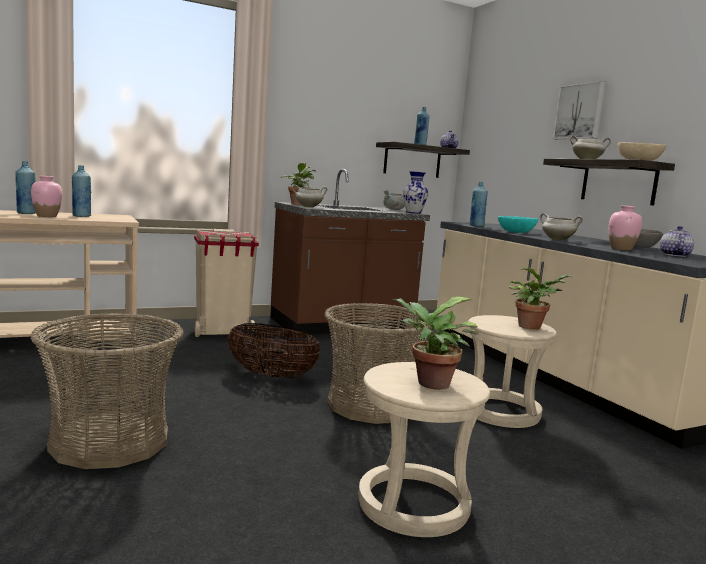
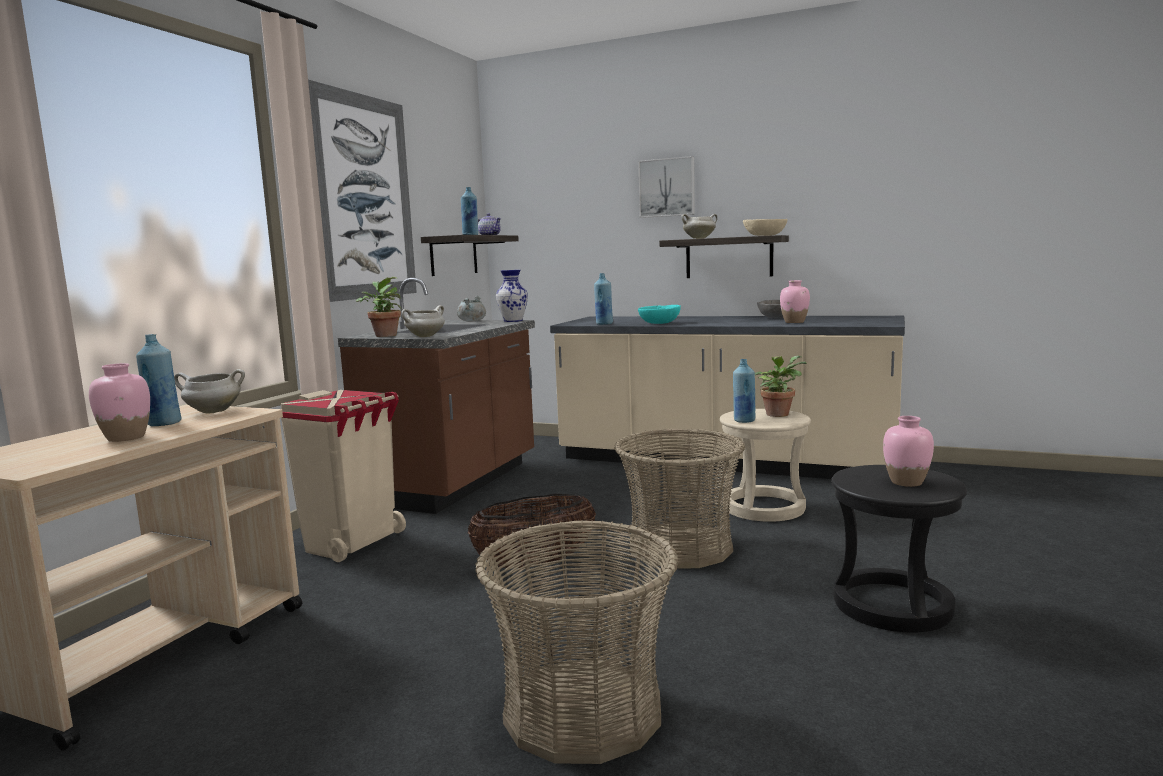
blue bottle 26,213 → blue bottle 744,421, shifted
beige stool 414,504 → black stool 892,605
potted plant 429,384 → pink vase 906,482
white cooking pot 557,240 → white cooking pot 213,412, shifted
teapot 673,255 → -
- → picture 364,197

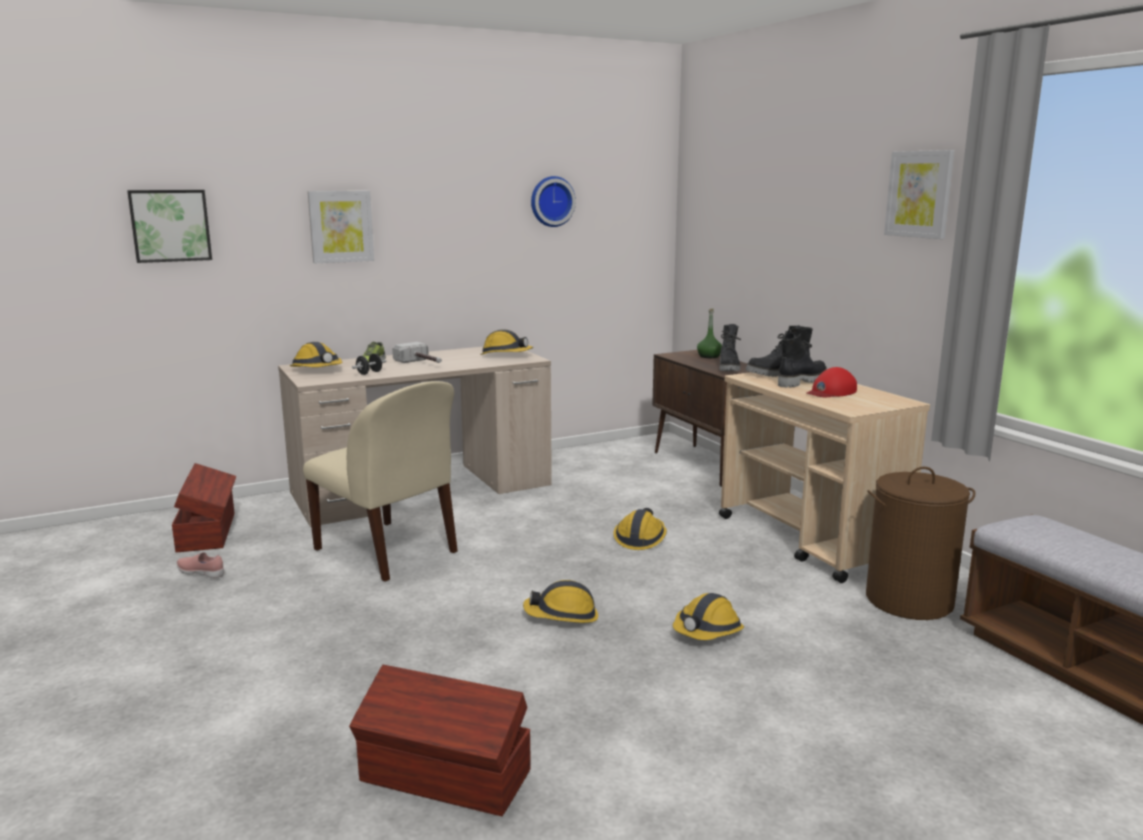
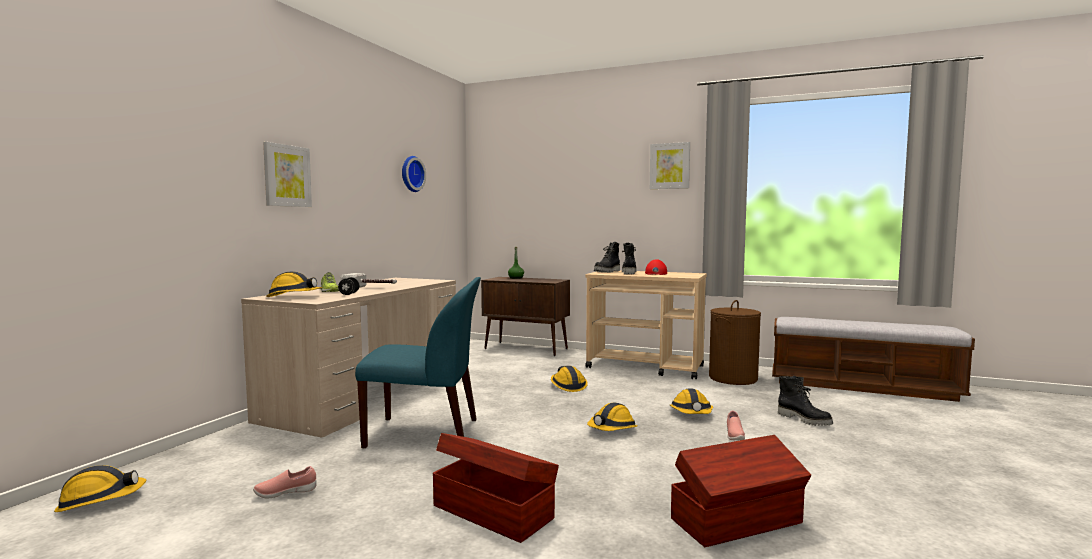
picture 170,225 → -
brown storage box 208,531 → brown storage box 493,511, shifted
beige chair 388,552 → blue chair 425,433
hard hat 506,355 → hard hat 101,500, shifted
black boot 729,368 → black boot 804,420, shifted
- → pink shoe 734,435

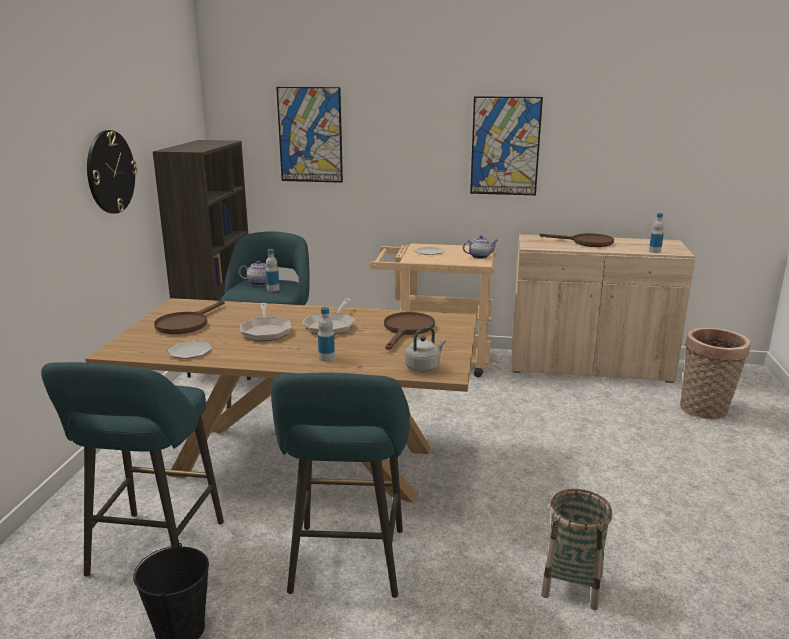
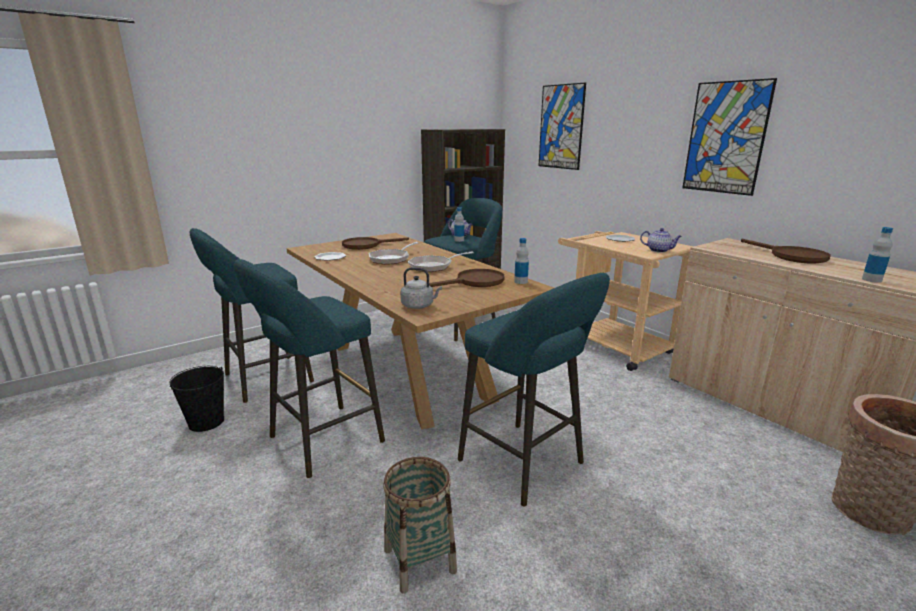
wall clock 110,172 → -
bottle 326,358 → bottle 521,281, shifted
- → turquoise stool 526,465

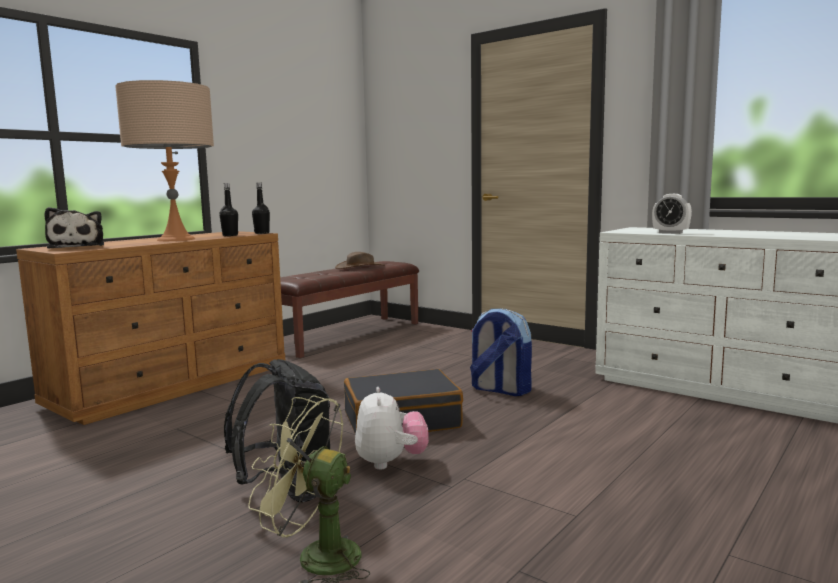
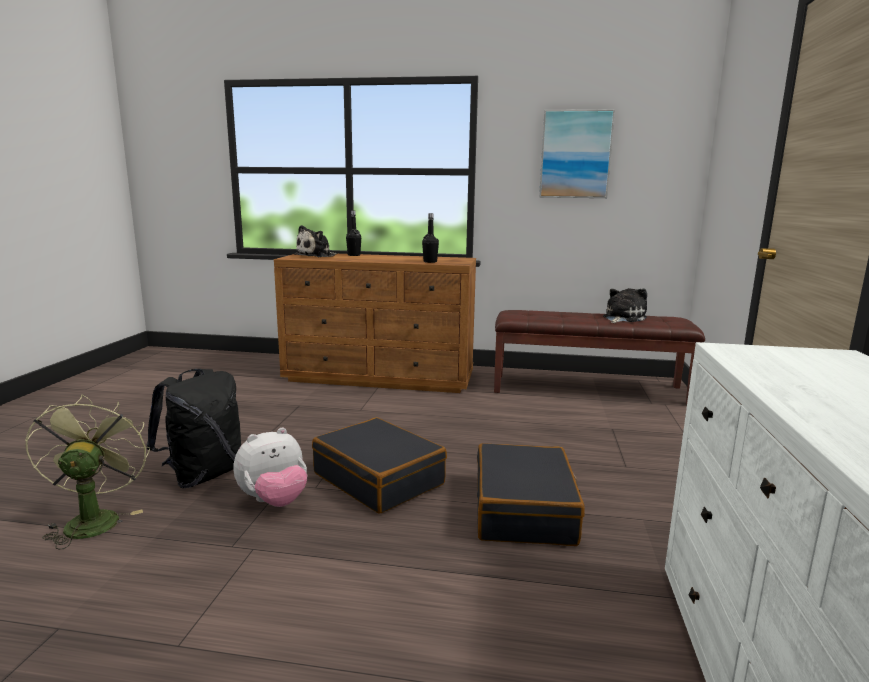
beige table lamp 176,239 → -
black bottle 262,233 → black bottle 354,255, shifted
brown hat 360,267 → plush toy 622,318
backpack 499,390 → black suitcase 524,510
alarm clock 670,233 → -
- → picture 575,154

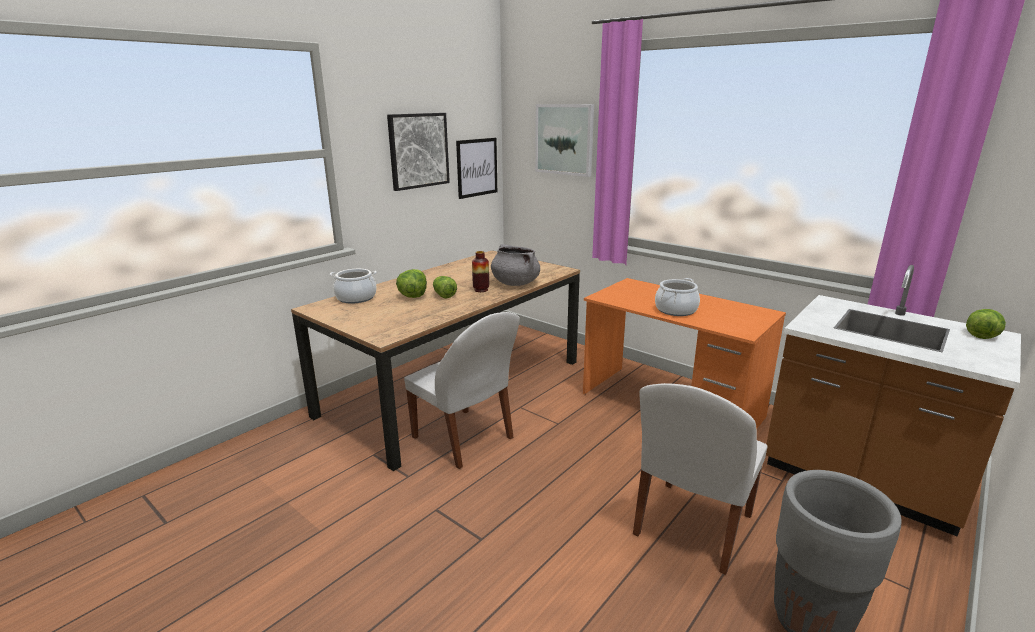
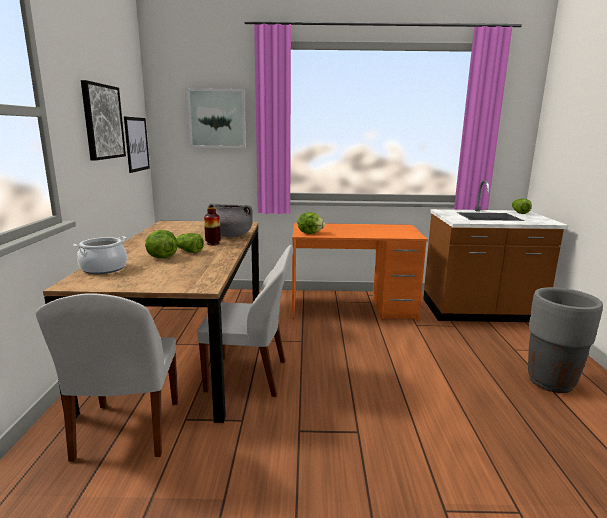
white chair 691,527 → white chair 127,432, shifted
cooking pot 676,310 → -
- → lettuce 310,233

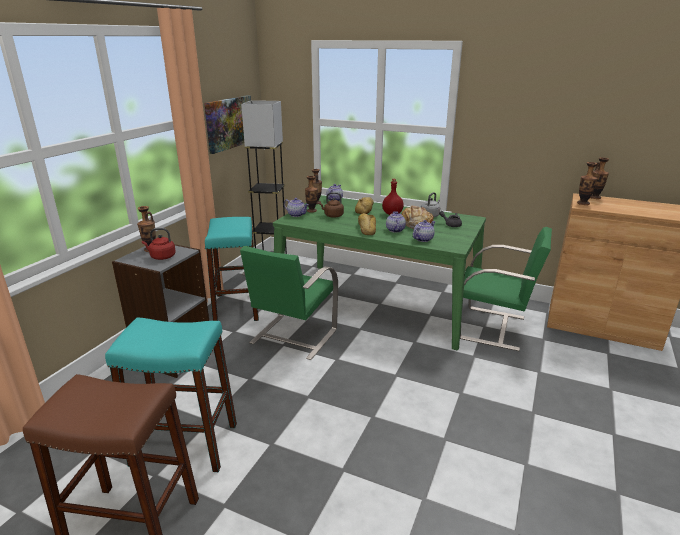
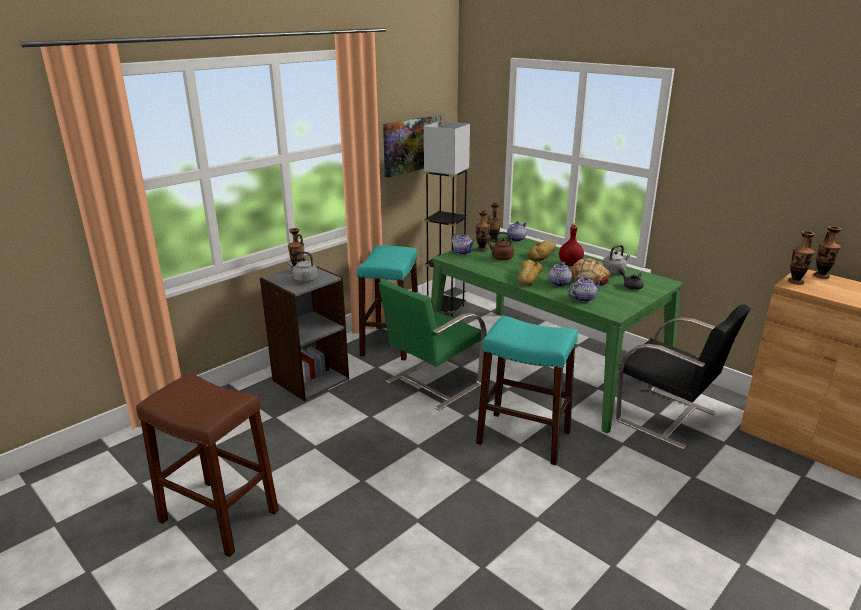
turquoise stool 185,444 → turquoise stool 523,437, shifted
red kettle 161,257 → grey kettle 304,280
green chair 494,328 → black chair 667,418

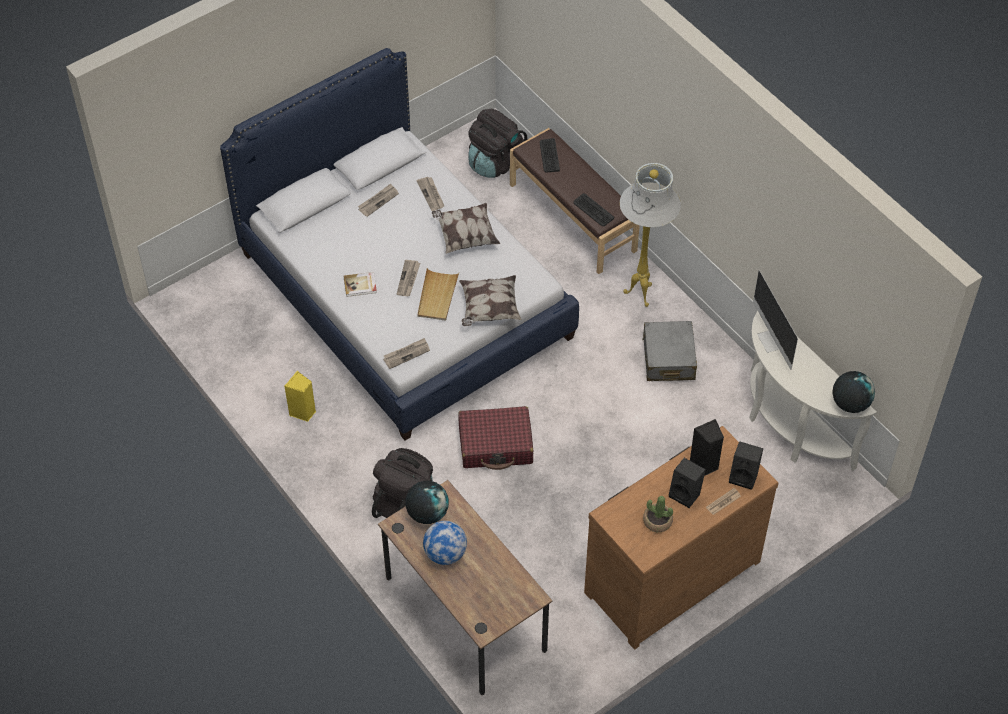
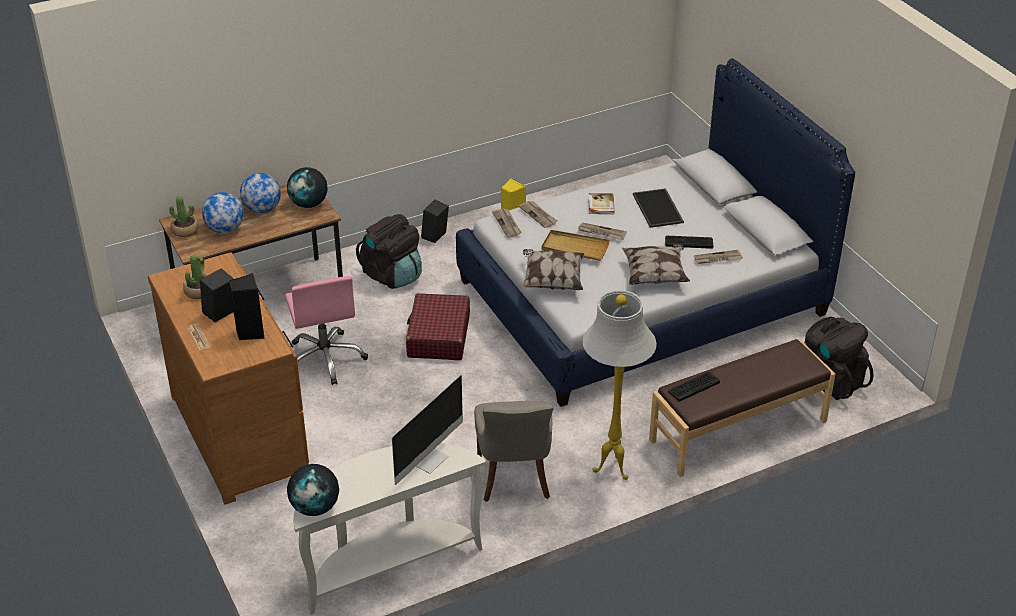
newspaper 378,201 → newspaper 538,215, shifted
keyboard 549,156 → keyboard 689,242, shifted
grey suitcase 668,358 → grey chair 514,478
black speaker 744,476 → black speaker 435,237, shifted
monitor 772,341 → monitor 428,458, 135 degrees clockwise
- → potted plant 185,230
- → globe 225,229
- → pink office chair 325,358
- → tray 659,208

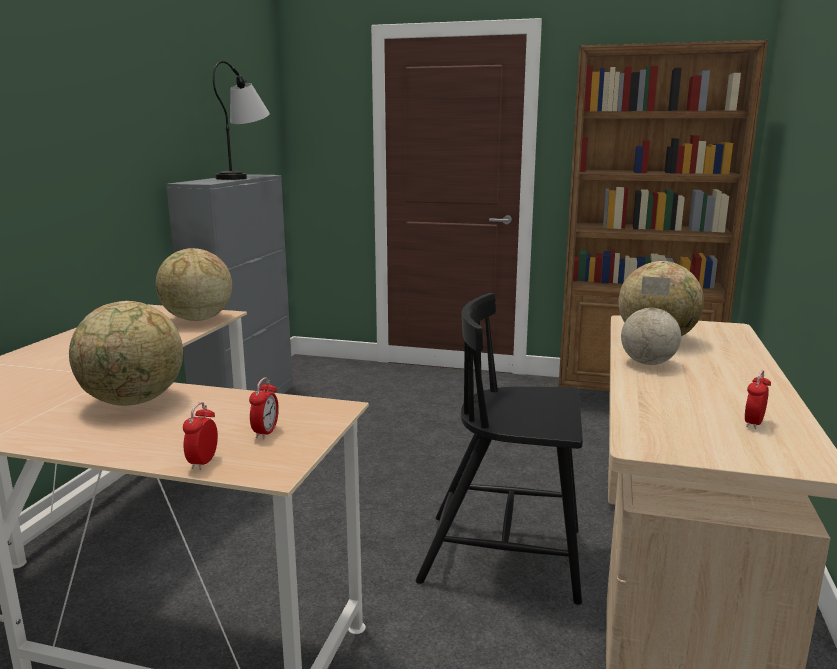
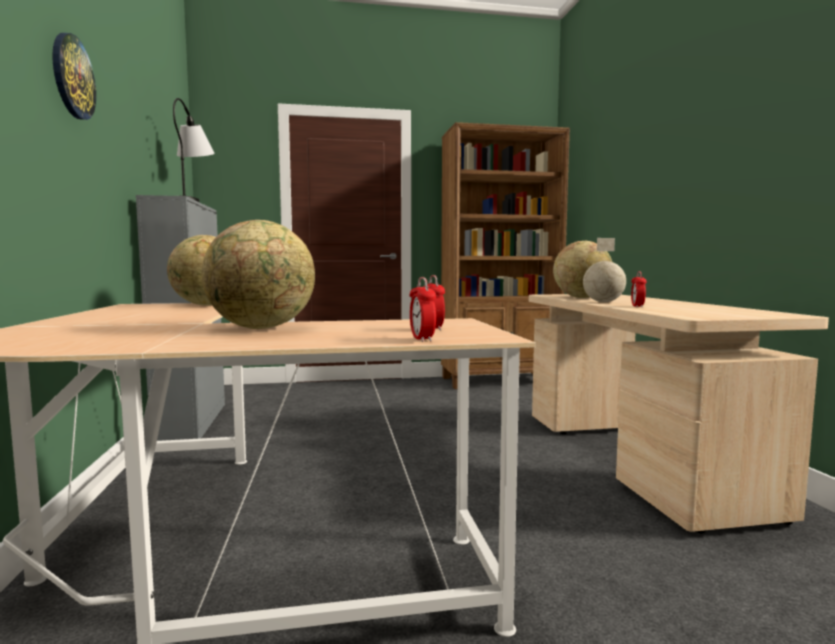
black chair 506,556 → -
alarm clock 753,423 → alarm clock 637,306, shifted
- → wall clock 72,77

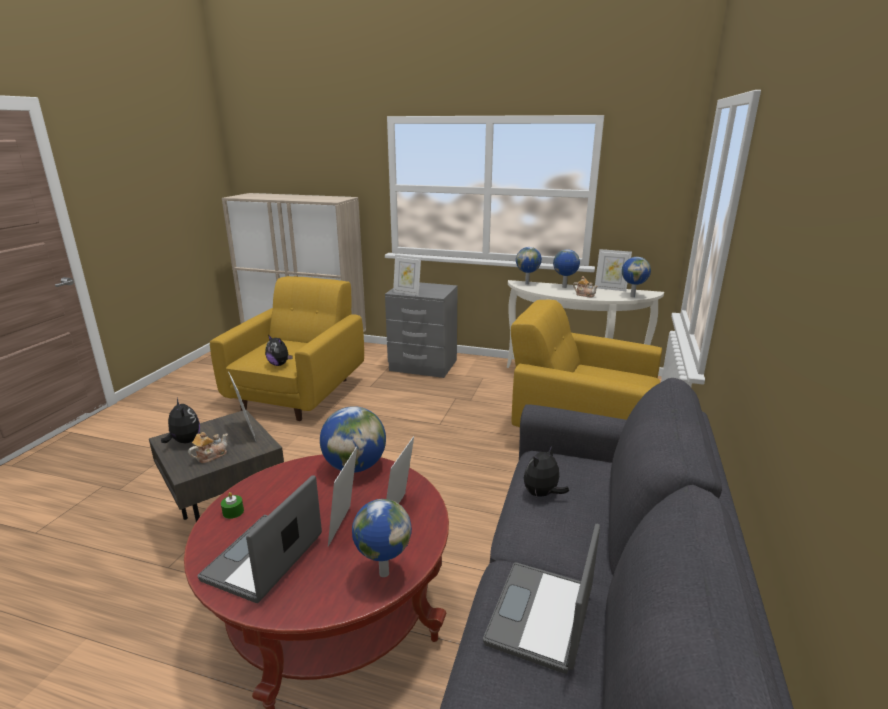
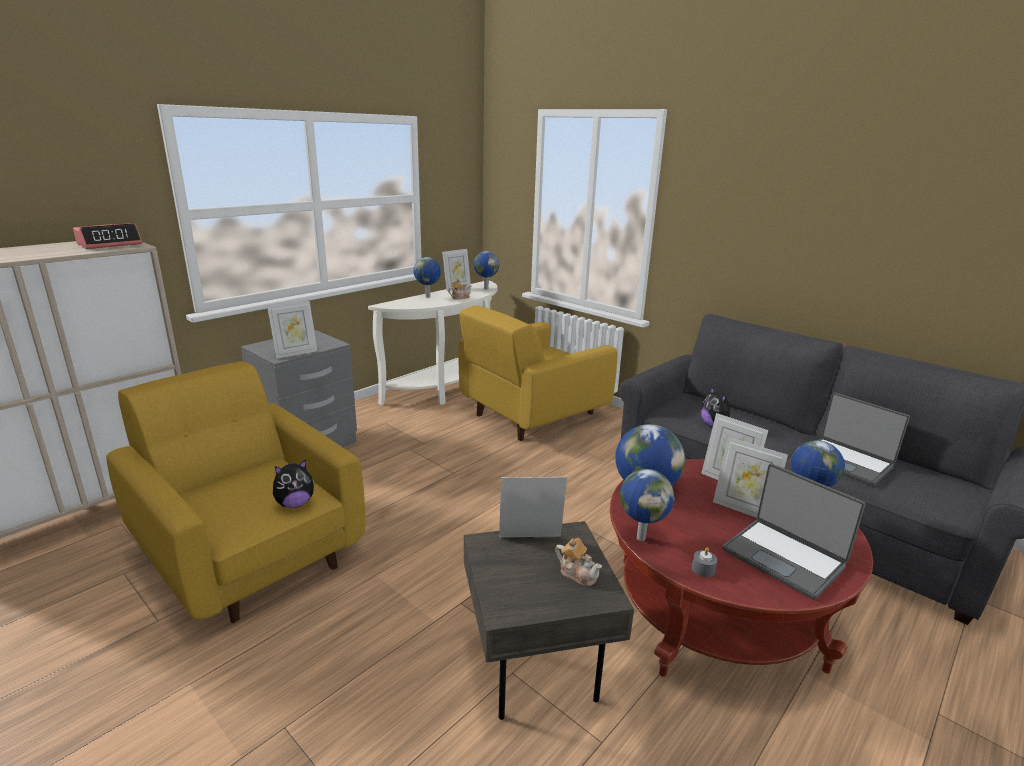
plush toy 184,441 → -
teapot 210,456 → teapot 577,573, 150 degrees clockwise
green candle 233,512 → grey candle 703,569
globe 527,283 → globe 640,537, shifted
- → alarm clock 110,244

